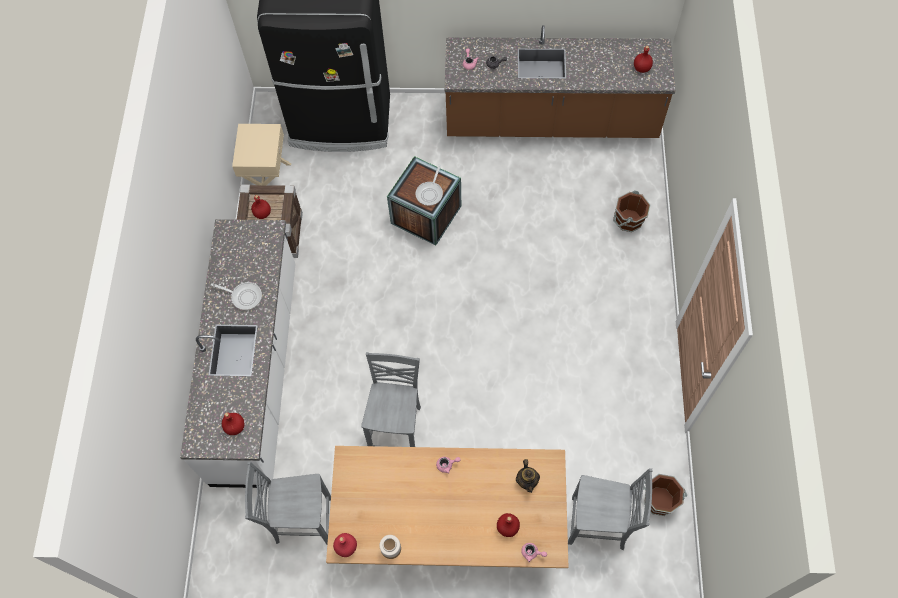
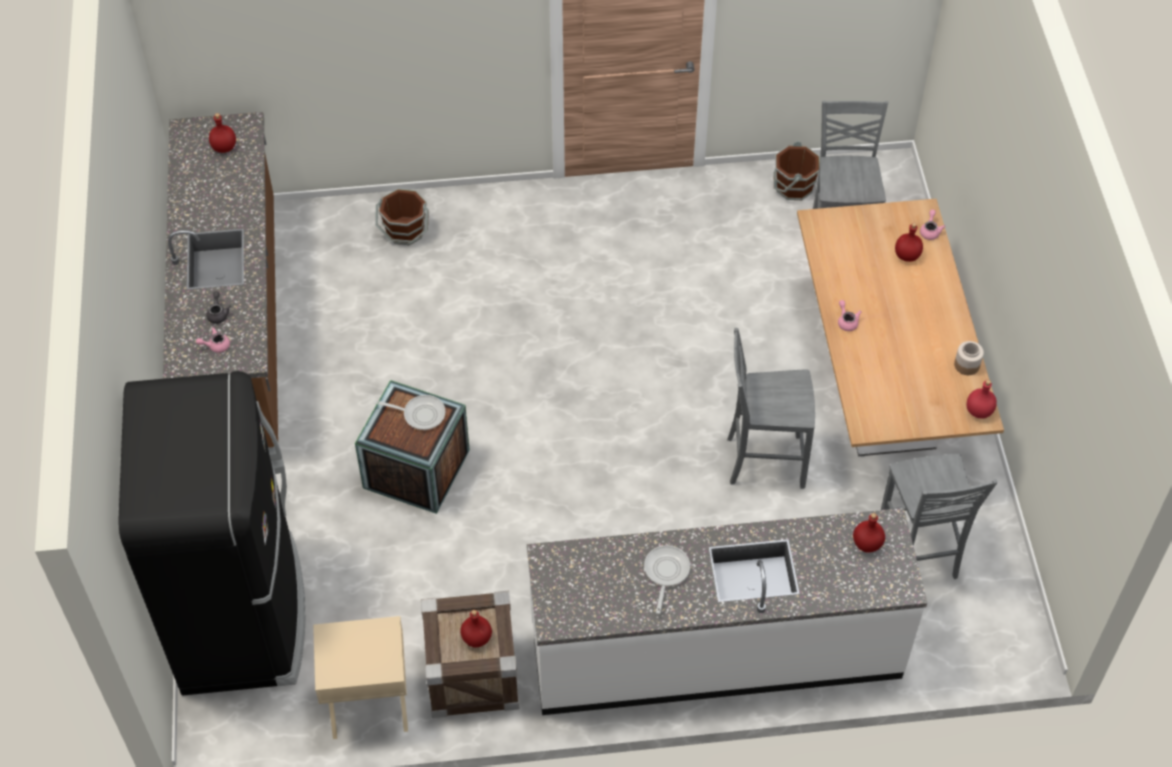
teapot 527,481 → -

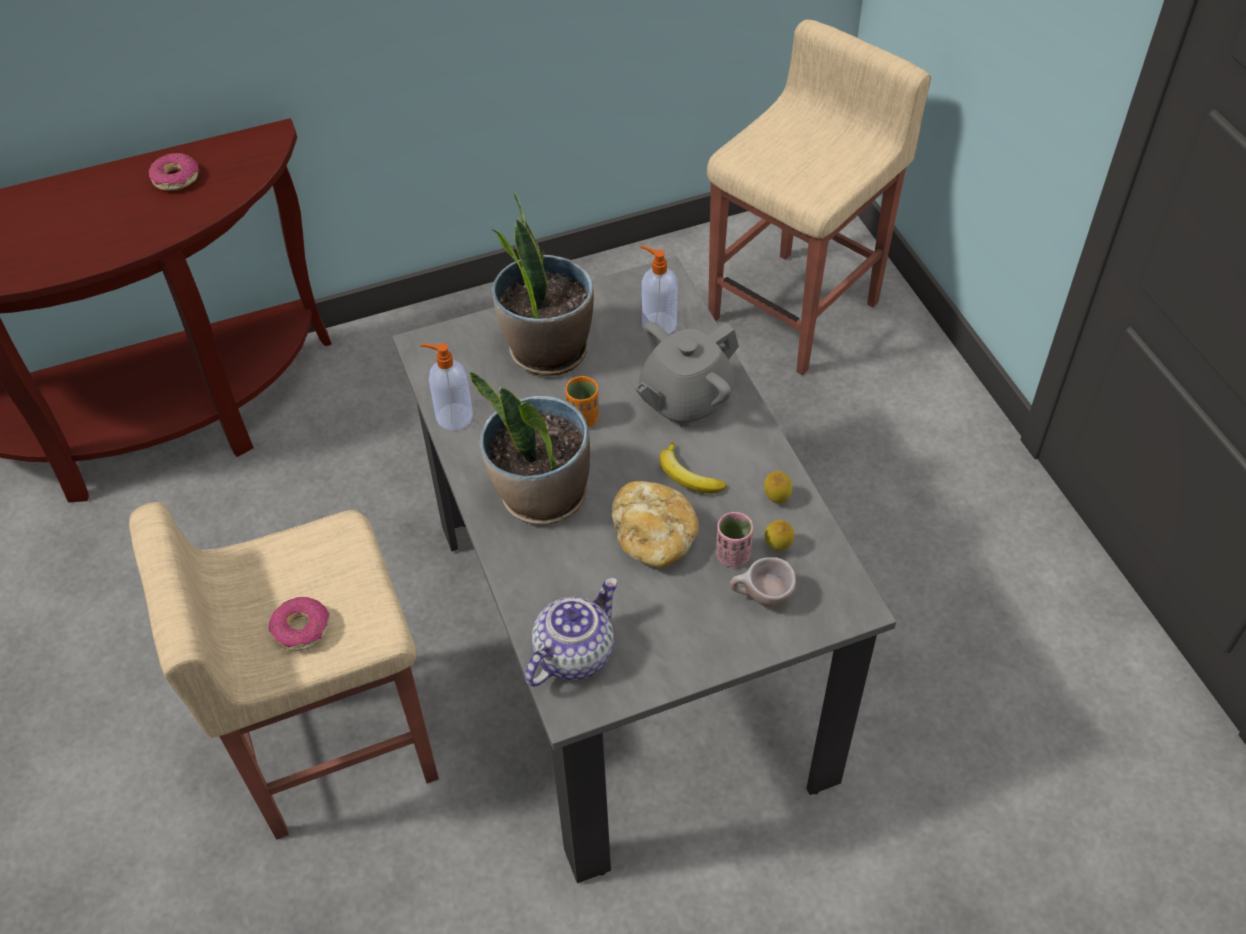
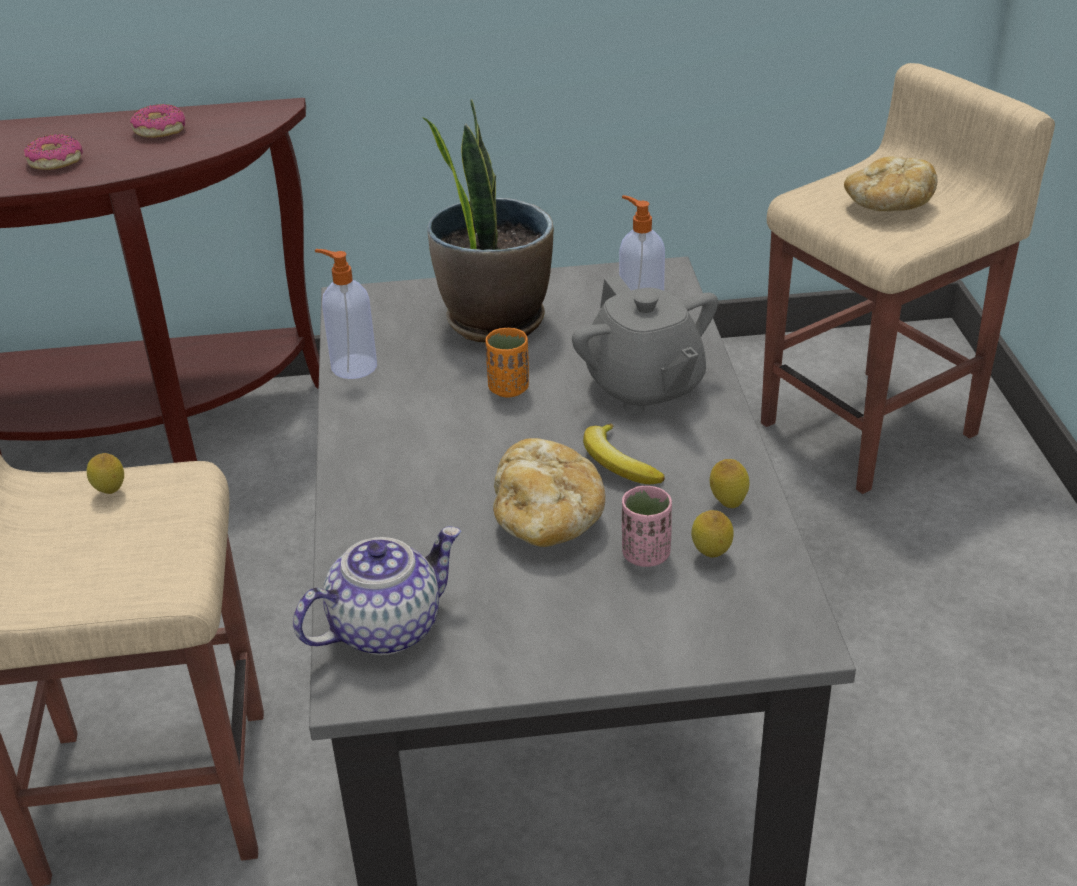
donut 301,629 → donut 55,161, shifted
potted plant 541,495 → -
grey teapot 685,399 → grey teapot 644,387, 90 degrees counterclockwise
beige cup 761,599 → -
- → lemon 111,492
- → bread 888,206

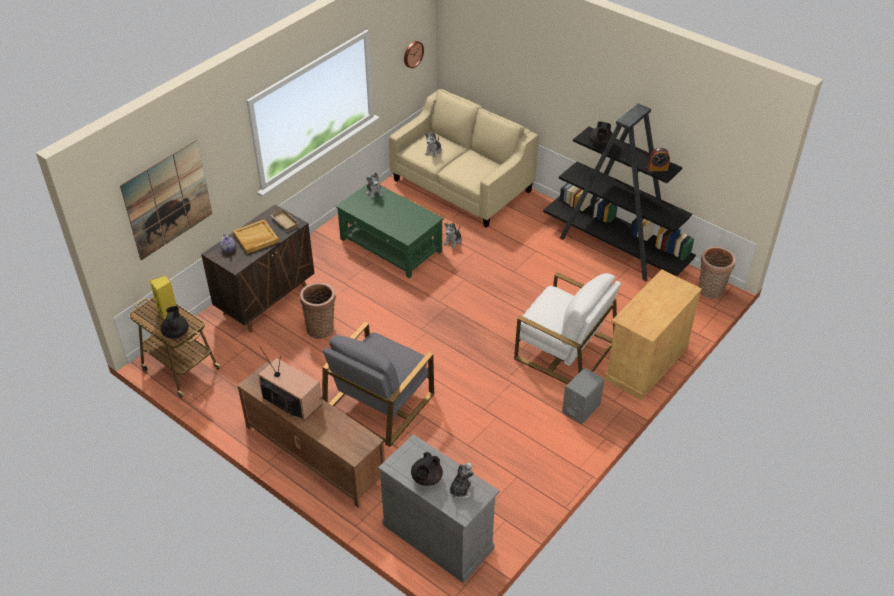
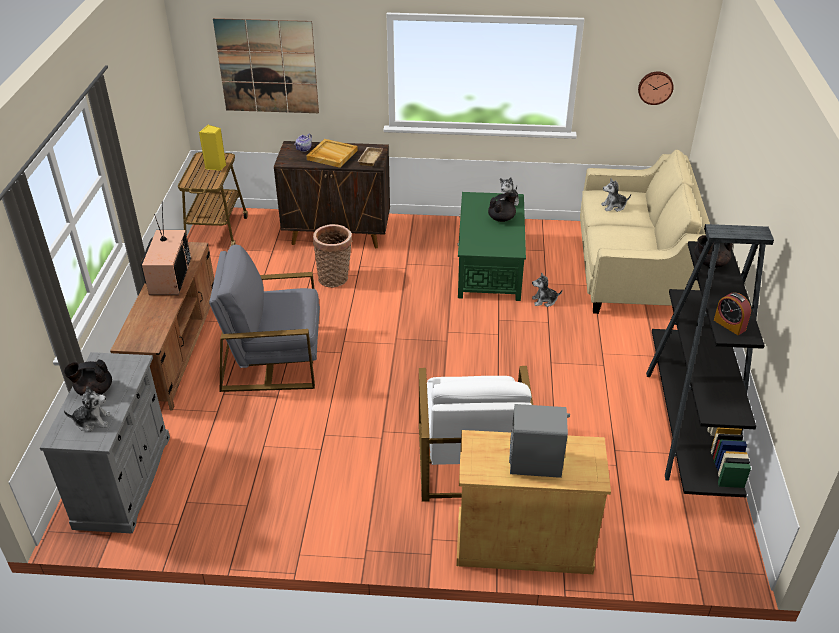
black teapot 176,333 → black teapot 502,218, shifted
grey speaker 581,409 → grey speaker 535,462, shifted
basket 710,291 → -

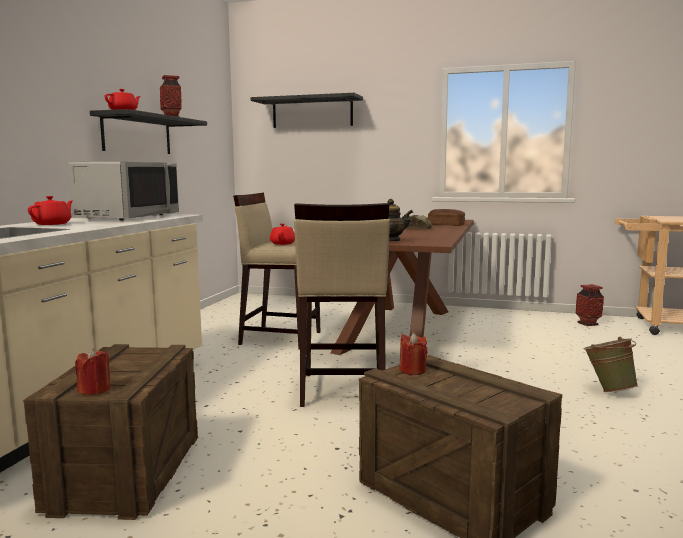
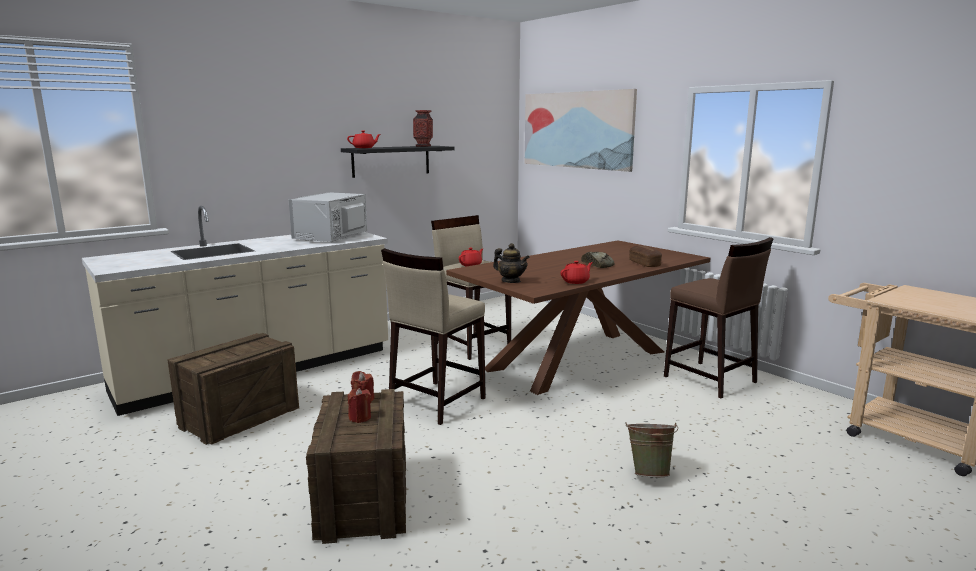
red teapot 53,224 → red teapot 576,281, shifted
grey microwave 127,217 → grey microwave 331,237, 150 degrees clockwise
red candle 94,390 → red candle 360,418, shifted
black shelf 312,112 → picture 576,130
vase 588,324 → -
- → brown stool 710,379

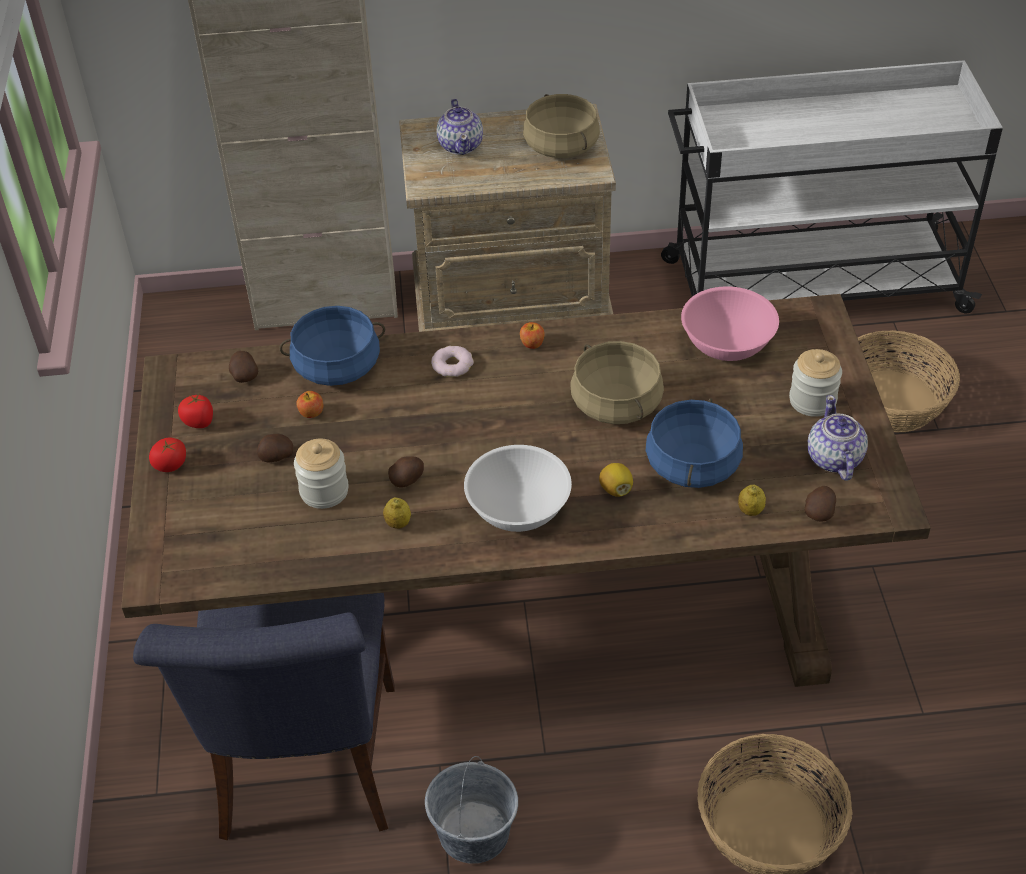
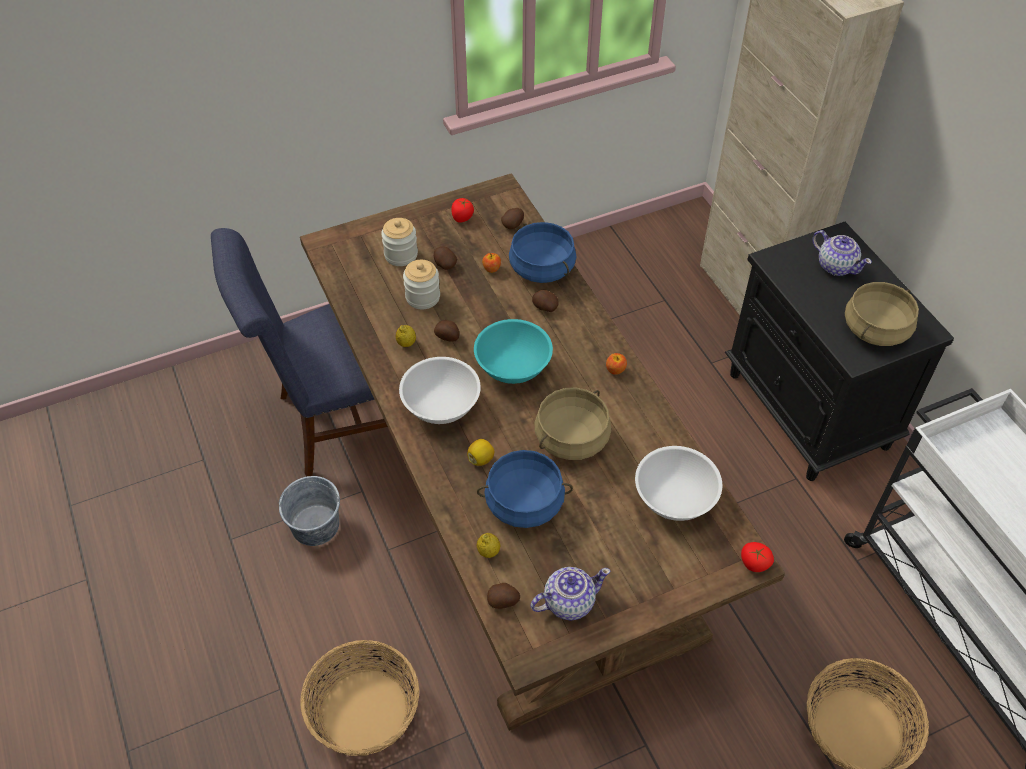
tomato 170,465 → tomato 754,563, shifted
beige nightstand 513,310 → black nightstand 809,411
donut 452,365 → -
teapot 461,145 → teapot 836,266, 105 degrees counterclockwise
pink bowl 728,344 → white bowl 675,499
jar 812,401 → jar 401,255, shifted
- → turquoise bowl 512,366
- → potato 544,307

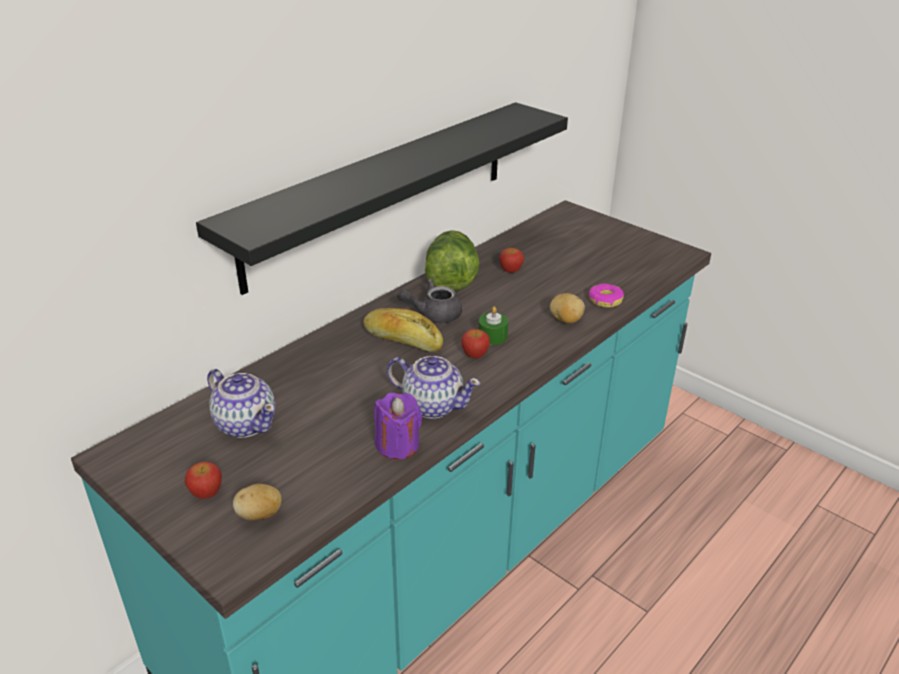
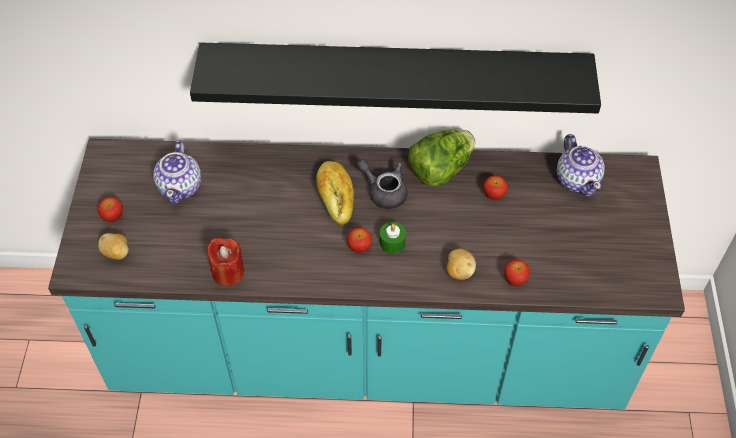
purple candle 398,445 → red candle 228,272
teapot 432,405 → teapot 577,179, shifted
donut 605,300 → apple 515,279

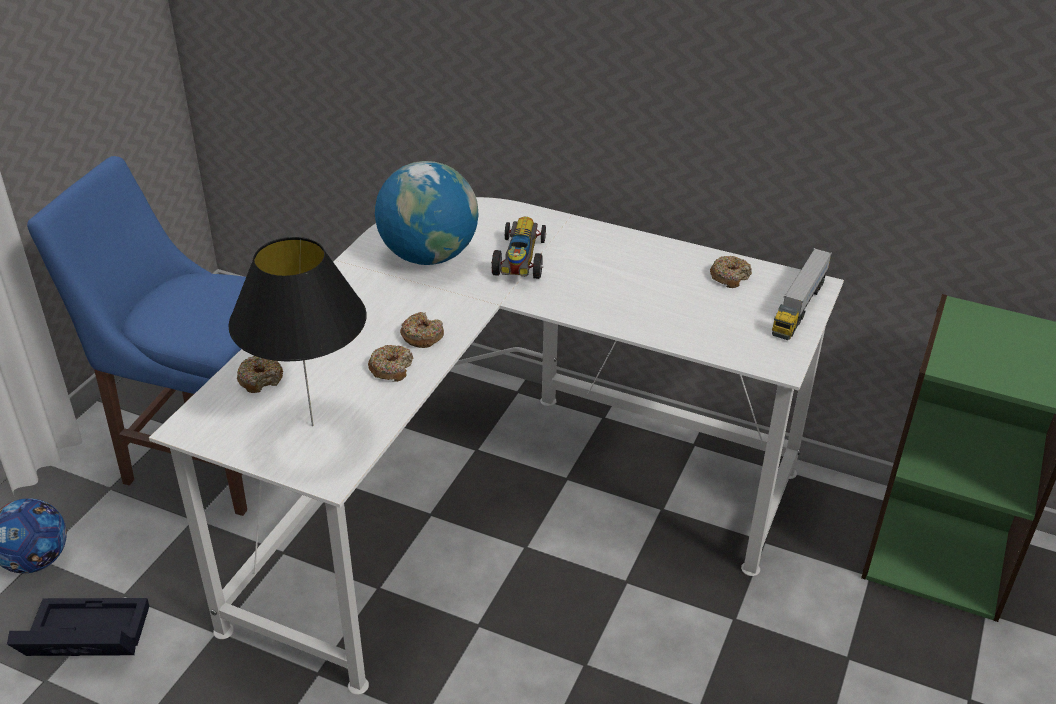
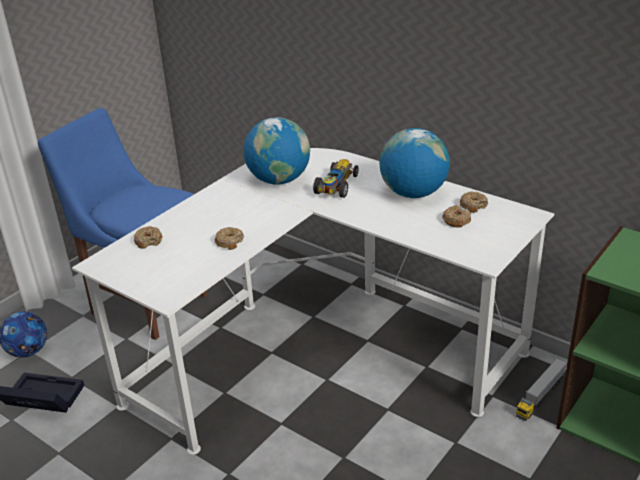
black table lamp 313,425 → -
donut 422,336 → donut 456,221, shifted
toy truck 799,306 → toy truck 540,396, shifted
- → globe 413,193

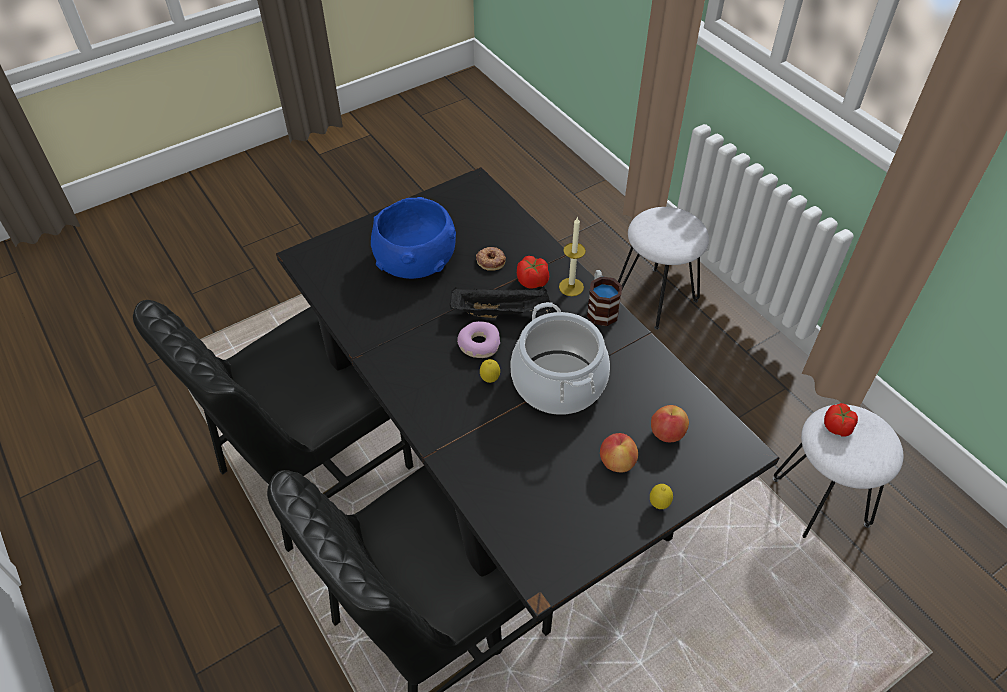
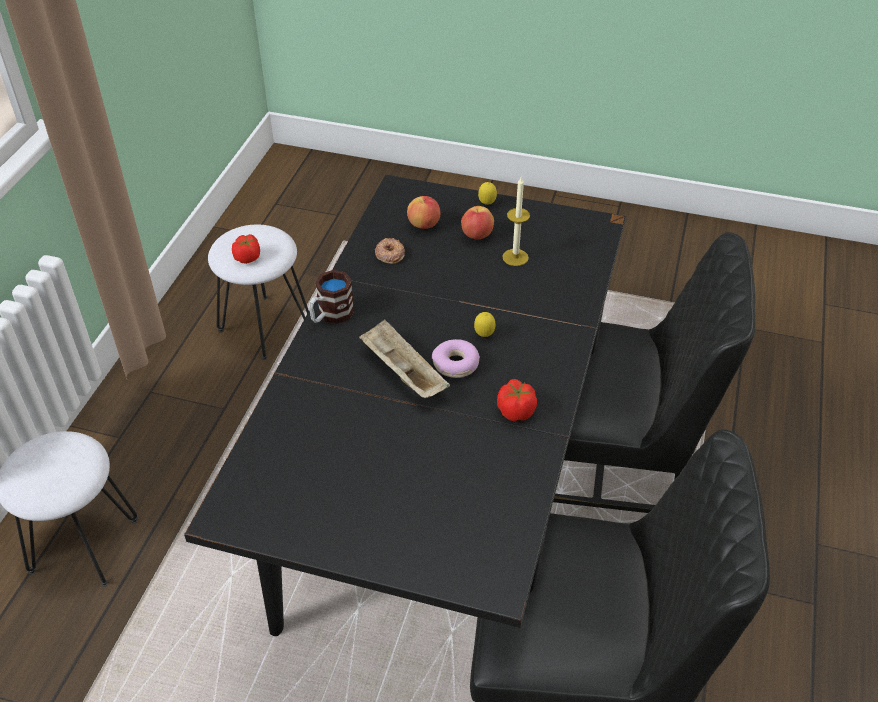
blue bowl 416,258 → -
black tray 502,312 → beige tray 402,373
donut 491,261 → donut 389,254, shifted
cooking pot 558,382 → -
tomato 532,281 → tomato 516,411, shifted
candle 571,287 → candle 515,257, shifted

